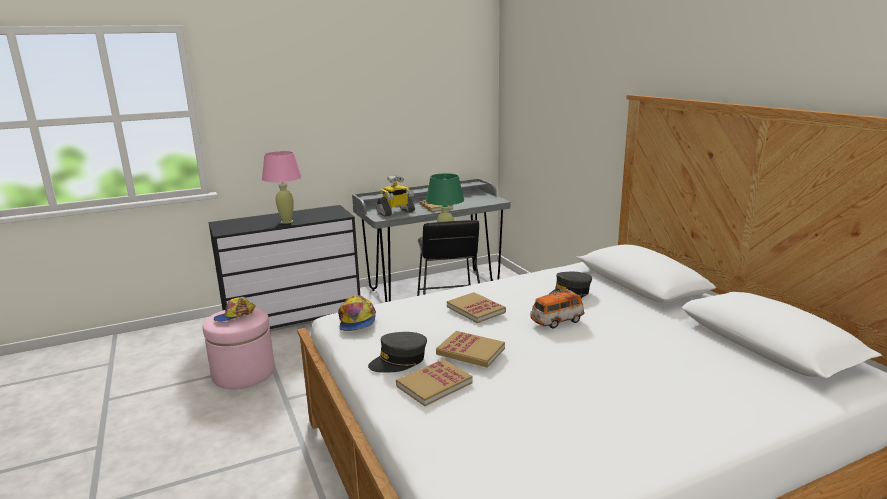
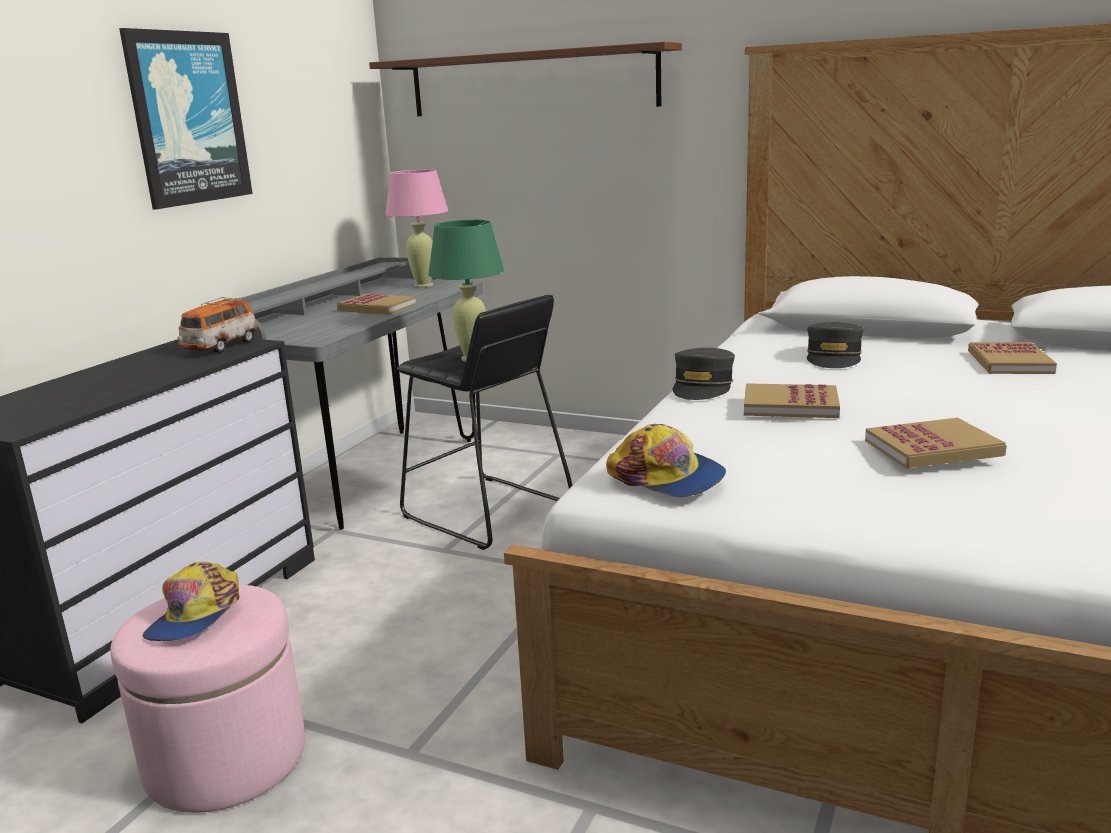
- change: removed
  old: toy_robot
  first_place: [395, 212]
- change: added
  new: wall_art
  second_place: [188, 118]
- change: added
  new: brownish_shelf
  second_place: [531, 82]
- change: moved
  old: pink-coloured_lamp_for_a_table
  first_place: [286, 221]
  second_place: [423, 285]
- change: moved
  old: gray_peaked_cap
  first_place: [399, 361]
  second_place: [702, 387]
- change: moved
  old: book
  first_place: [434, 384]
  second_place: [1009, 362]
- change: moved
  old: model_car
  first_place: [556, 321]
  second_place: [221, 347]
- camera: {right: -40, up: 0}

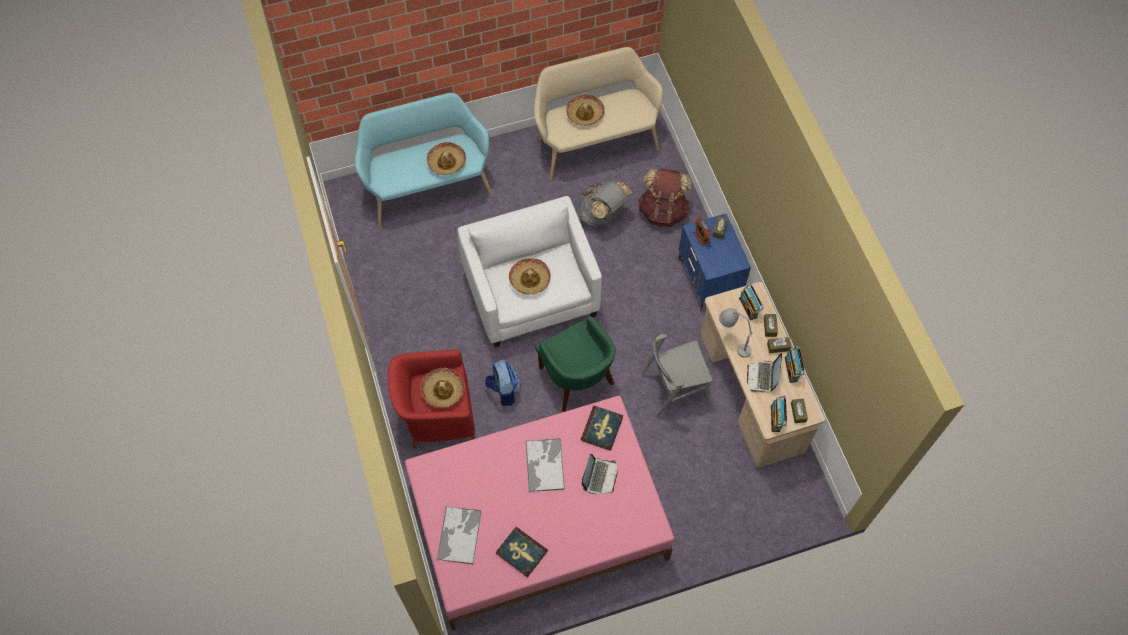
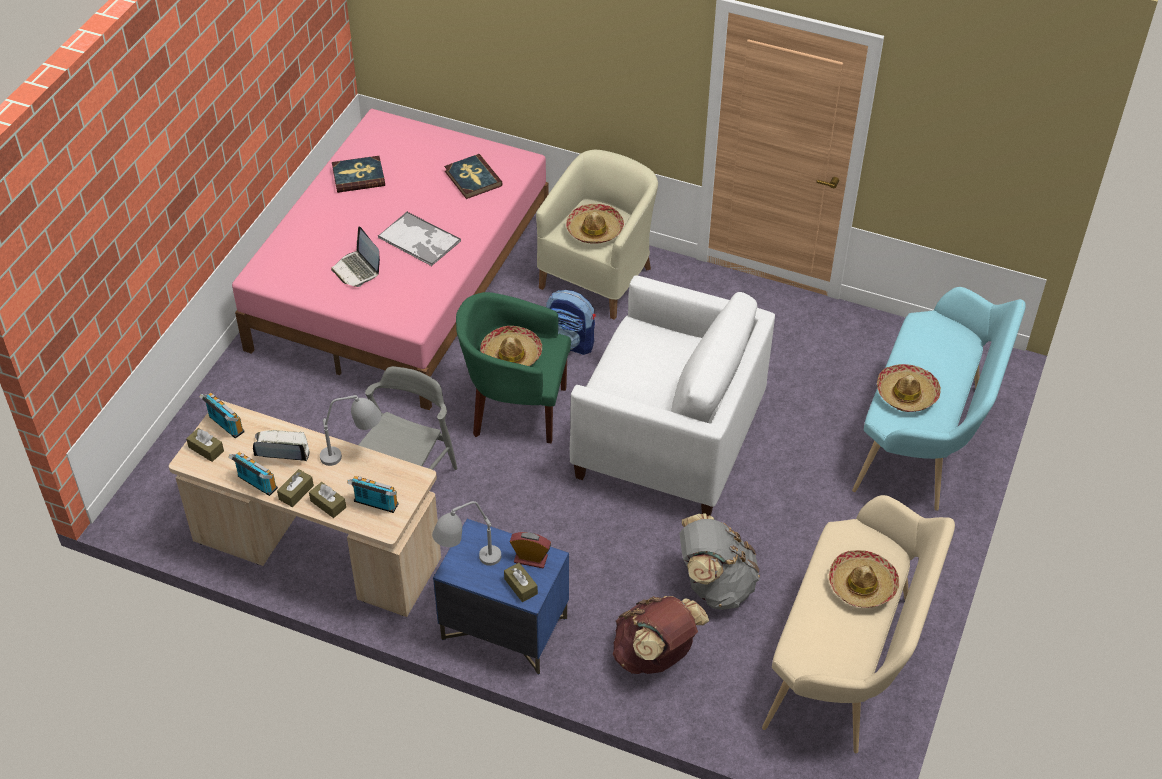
- change: removed
  old: serving_tray
  first_place: [459, 534]
- change: added
  new: gray_lamp_for_a_table
  second_place: [467, 564]
- change: moved
  old: clothing_hat
  first_place: [529, 279]
  second_place: [511, 355]
- change: moved
  old: book
  first_place: [602, 429]
  second_place: [472, 178]
- change: recoloured
  old: red-coloured_easy_chair
  new: beige_easy_chair
  first_place: [437, 416]
  second_place: [599, 277]
- change: turned
  old: laptop
  first_place: [762, 377]
  second_place: [282, 450]
  degrees: -45
- camera: {right: 130, up: -15}

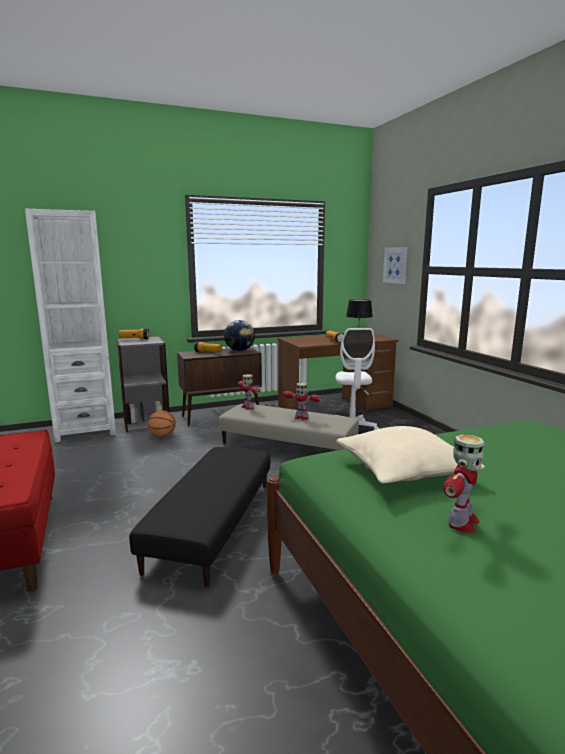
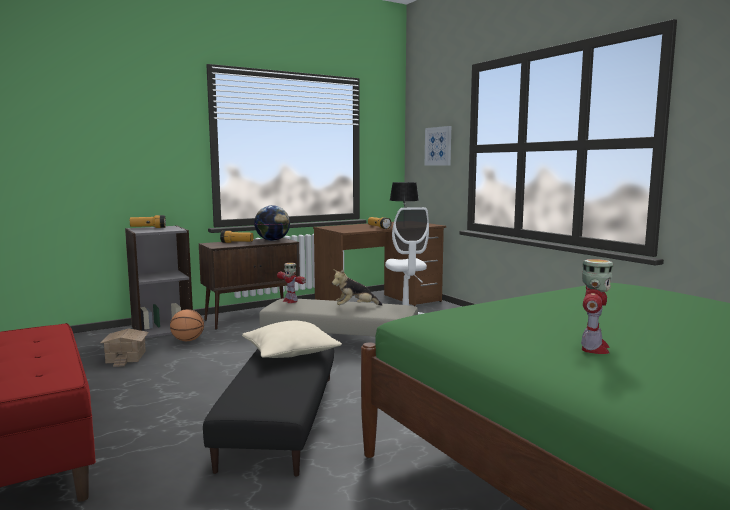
- change: removed
  old: whitish_bookcase
  first_place: [86, 430]
- change: added
  new: toy_house
  second_place: [125, 357]
- change: moved
  old: beige_throw_pillow
  first_place: [403, 471]
  second_place: [290, 353]
- change: replaced
  old: toy_robot
  new: cuddly_toy
  first_place: [301, 418]
  second_place: [355, 307]
- camera: {right: -10, up: -5}

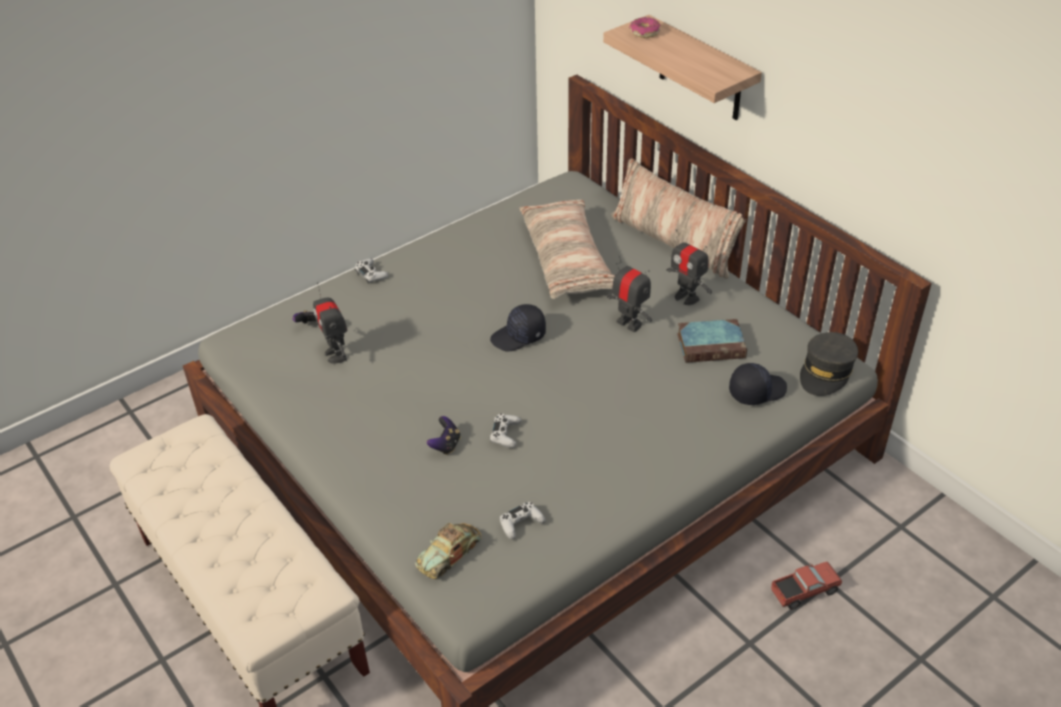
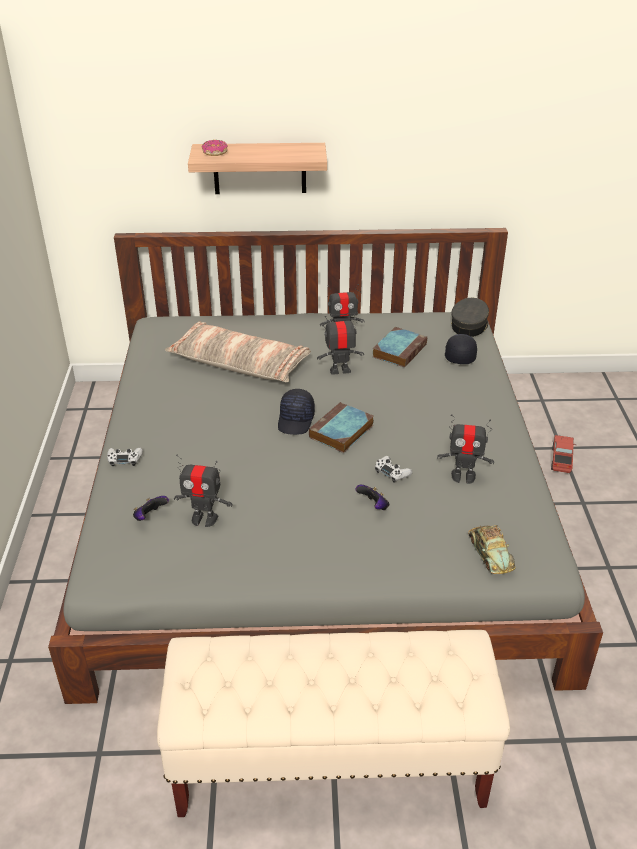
- change: removed
  old: whitish_joypad
  first_place: [521, 523]
- change: removed
  old: throw_pillow
  first_place: [674, 242]
- change: added
  new: book
  second_place: [341, 432]
- change: added
  new: toy_robot
  second_place: [463, 476]
- change: turned
  old: gray_peaked_cap
  first_place: [826, 372]
  second_place: [469, 325]
  degrees: -135
- camera: {right: -55, up: -5}

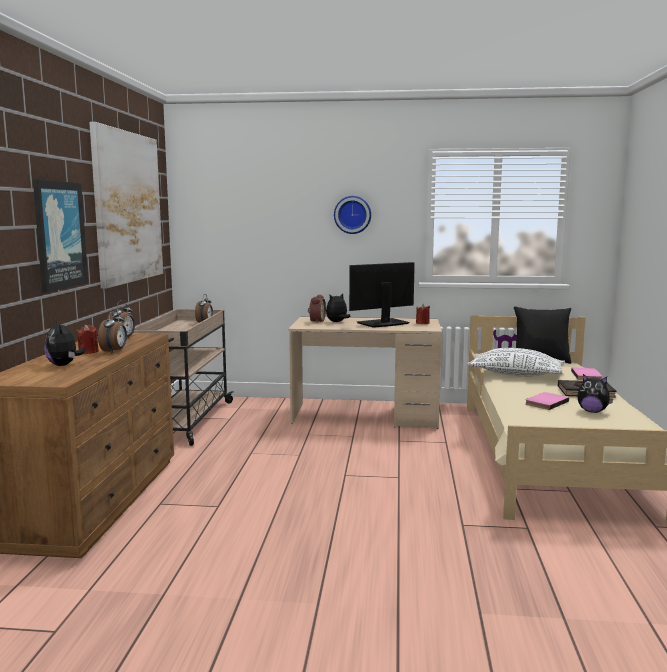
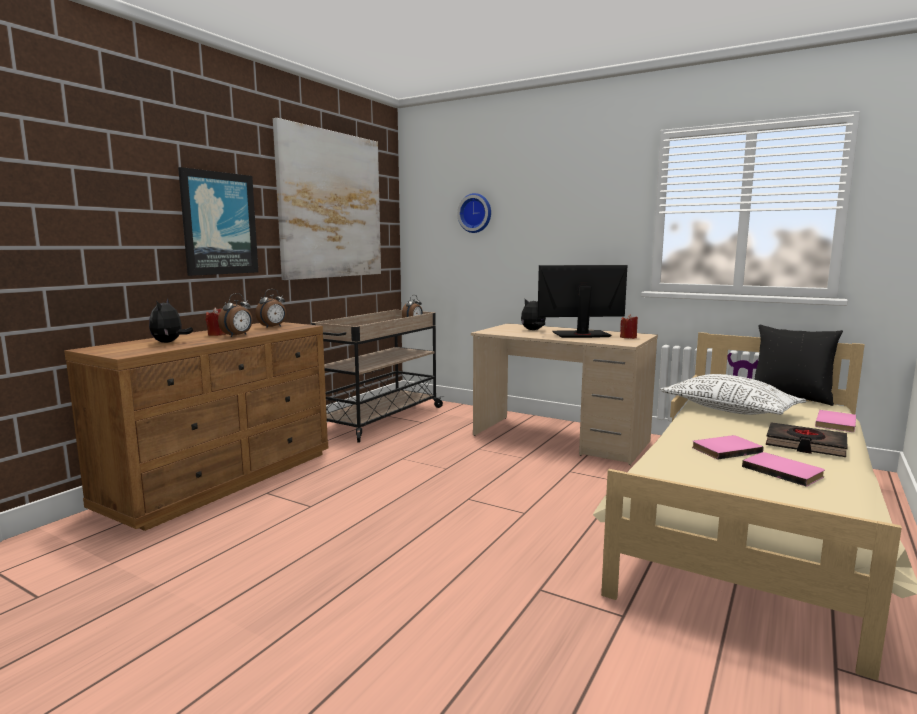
- change: removed
  old: alarm_clock
  first_place: [316, 321]
- change: moved
  old: clock_on_the_wall
  first_place: [352, 214]
  second_place: [475, 213]
- change: replaced
  old: cuddly_toy
  new: pink-coloured_book
  first_place: [592, 411]
  second_place: [783, 471]
- camera: {right: 25, up: 0}

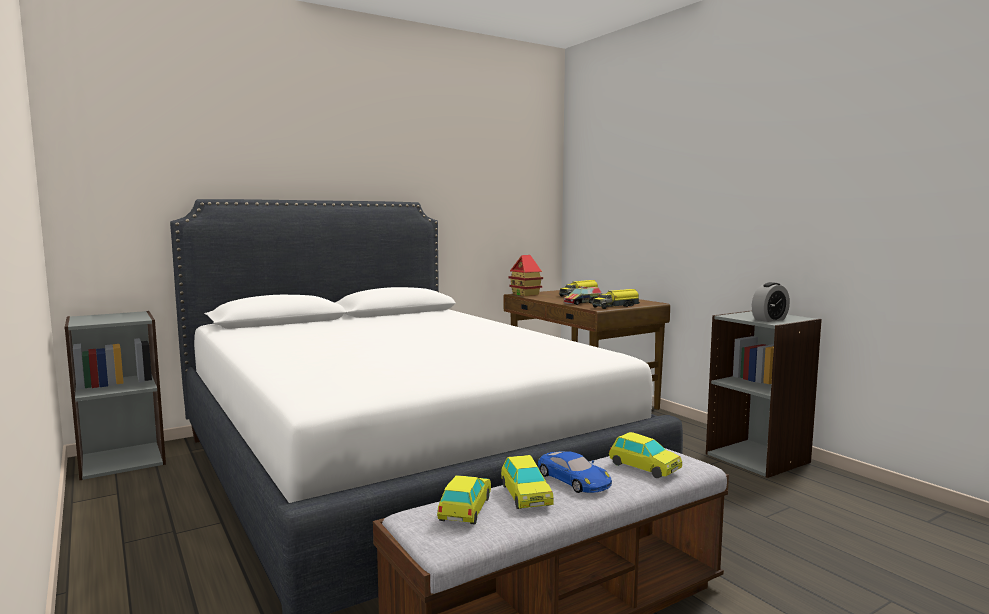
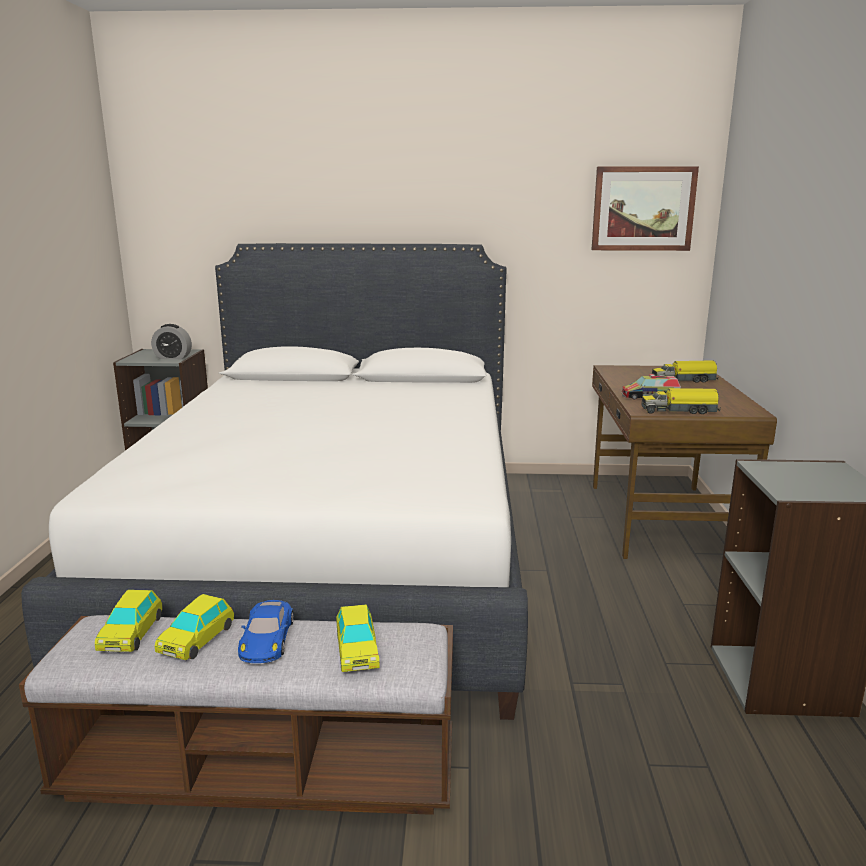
- change: removed
  old: toy_house
  first_place: [525, 294]
- change: added
  new: wall_art
  second_place: [643, 209]
- change: moved
  old: alarm_clock
  first_place: [769, 319]
  second_place: [173, 357]
- change: turned
  old: model_car
  first_place: [465, 509]
  second_place: [131, 634]
  degrees: 135
- camera: {right: 35, up: 10}

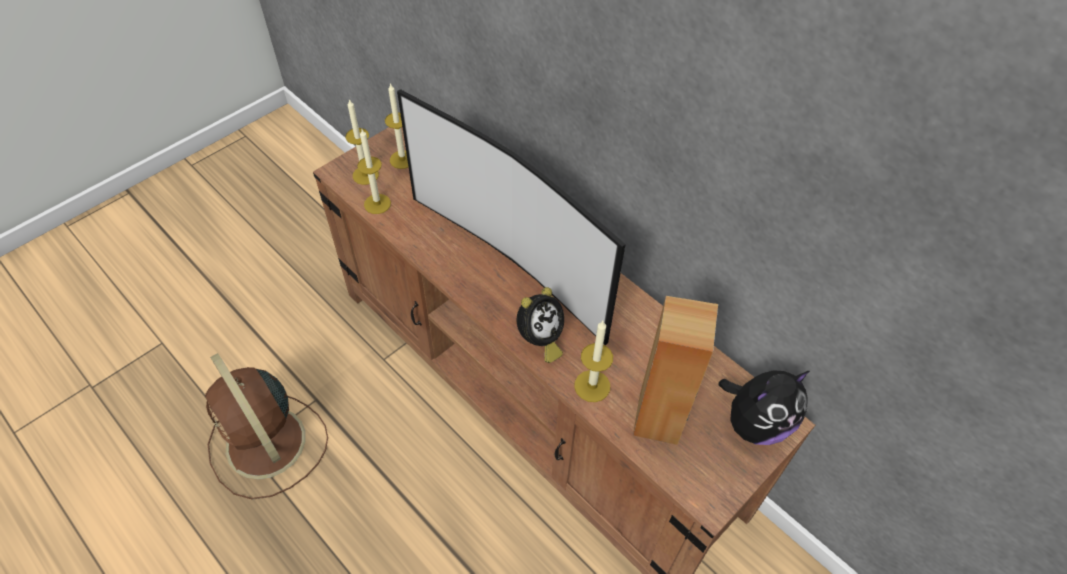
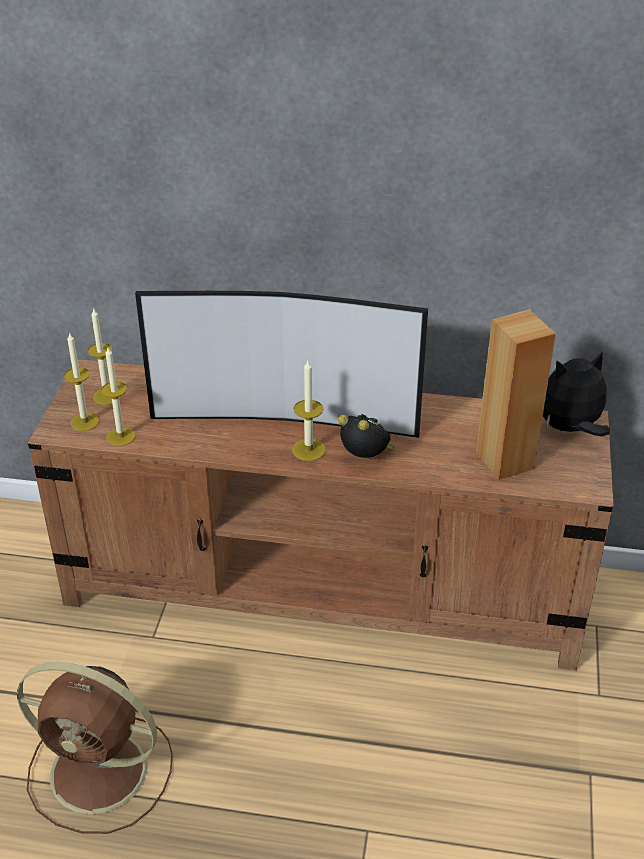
- change: moved
  old: wax_light
  first_place: [592, 386]
  second_place: [308, 450]
- change: turned
  old: alarm_clock
  first_place: [540, 340]
  second_place: [366, 459]
  degrees: -60
- change: turned
  old: cuddly_toy
  first_place: [755, 423]
  second_place: [570, 429]
  degrees: -135
- camera: {right: -35, up: -15}

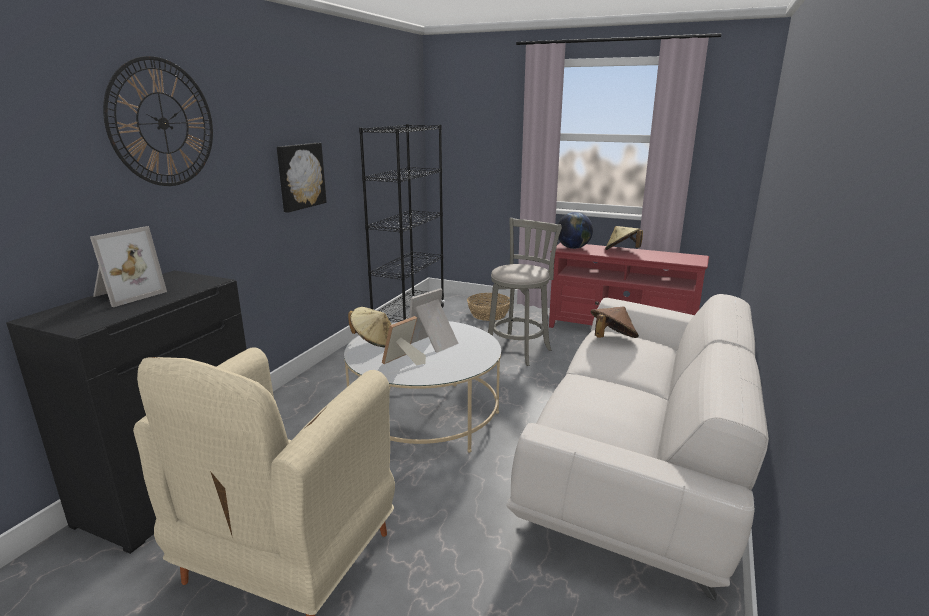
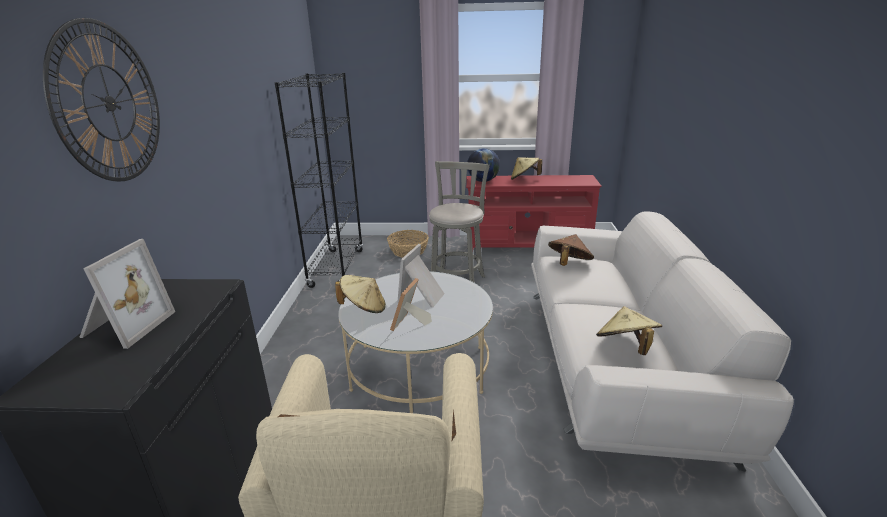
- change: removed
  old: wall_art
  first_place: [300, 176]
- change: added
  new: beige_clothing_hat
  second_place: [626, 347]
- camera: {right: -20, up: 5}

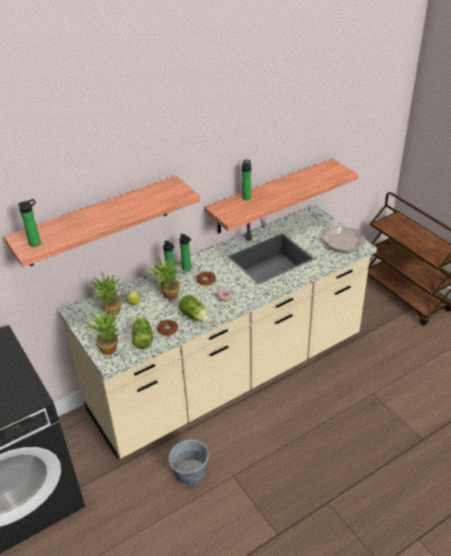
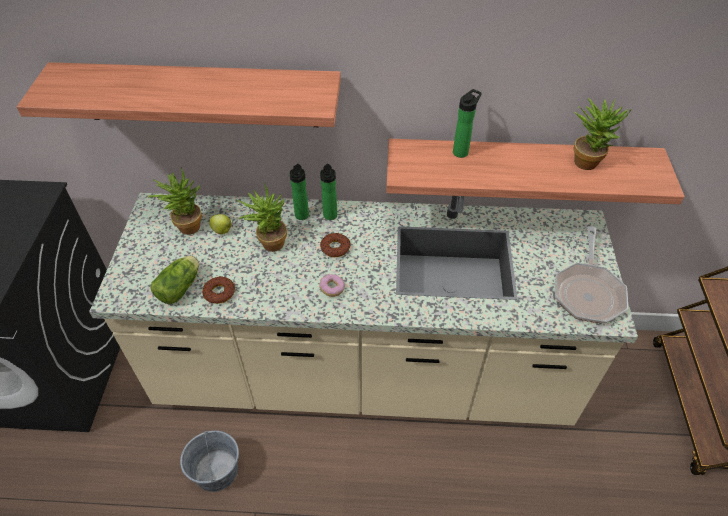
- change: removed
  old: bottle
  first_place: [37, 243]
- change: removed
  old: lettuce
  first_place: [195, 317]
- change: moved
  old: plant_in_a_pot
  first_place: [109, 347]
  second_place: [587, 160]
- camera: {right: 35, up: 10}

